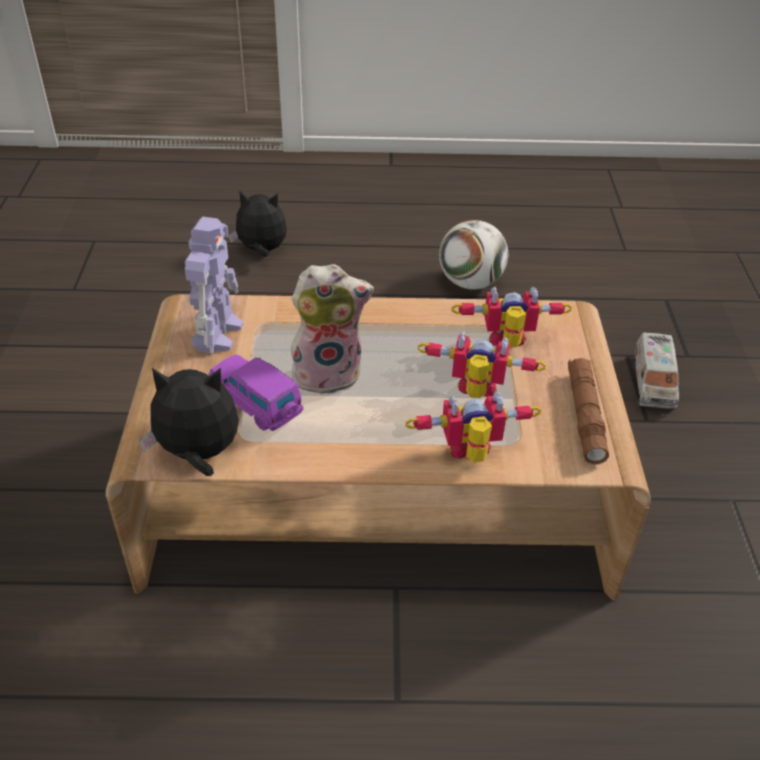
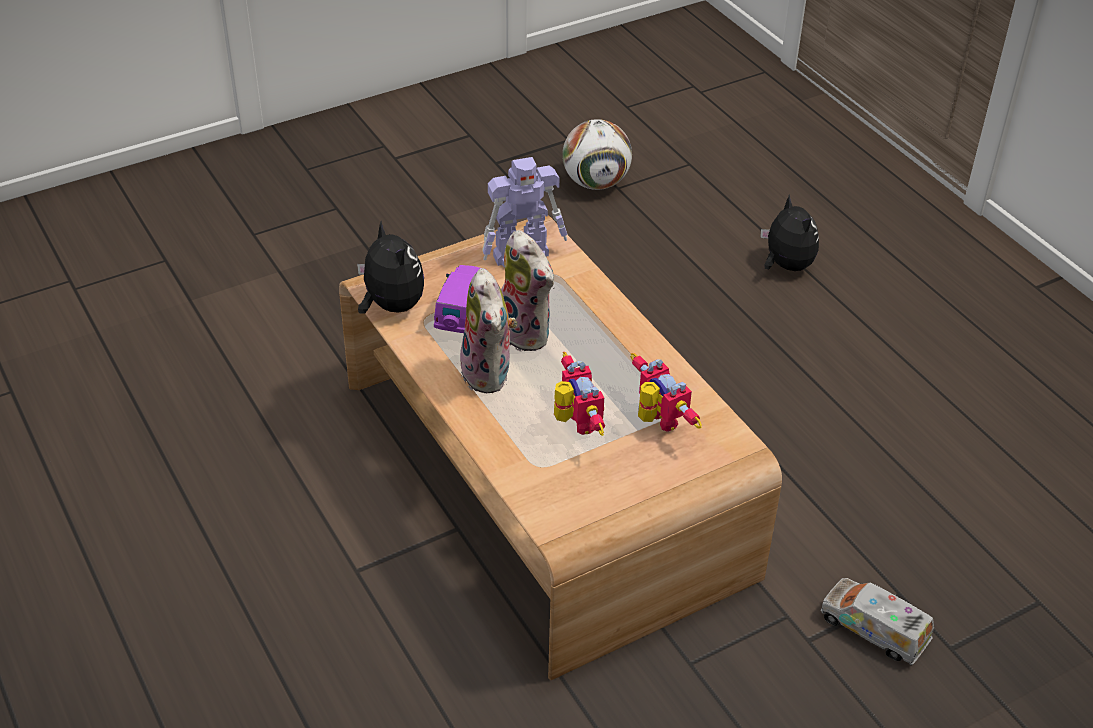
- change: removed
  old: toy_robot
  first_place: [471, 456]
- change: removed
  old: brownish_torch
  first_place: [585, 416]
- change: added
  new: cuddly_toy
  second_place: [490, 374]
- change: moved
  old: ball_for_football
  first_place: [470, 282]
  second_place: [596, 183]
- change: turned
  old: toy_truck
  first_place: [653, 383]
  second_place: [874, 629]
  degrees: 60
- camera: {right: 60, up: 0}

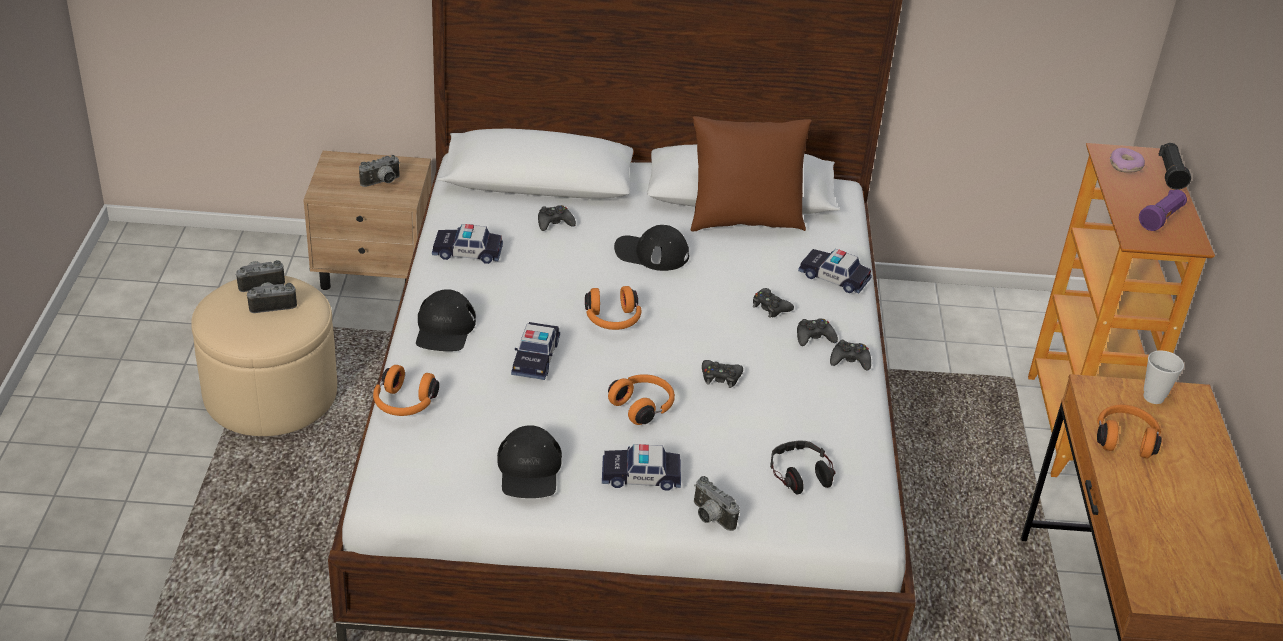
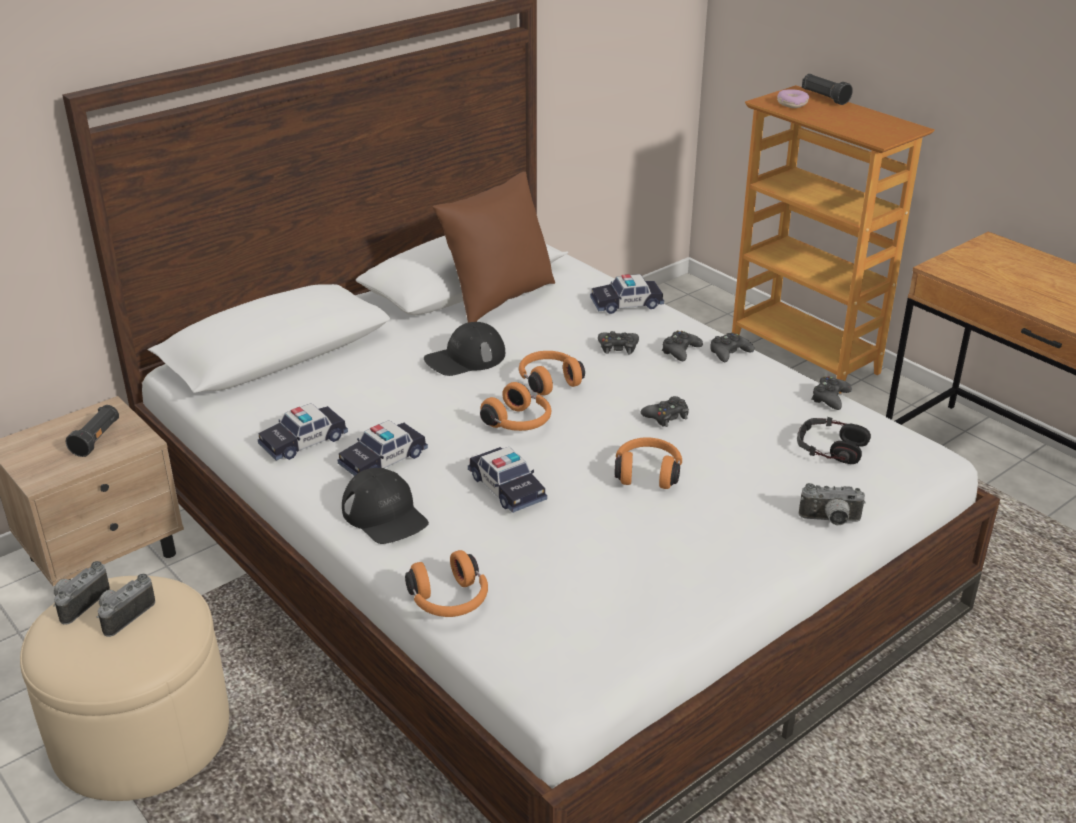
- change: removed
  old: blackish_peaked_cap
  first_place: [529, 470]
- change: removed
  old: purple_torch
  first_place: [1161, 218]
- change: removed
  old: cup
  first_place: [1153, 397]
- change: moved
  old: blackish_joypad
  first_place: [554, 223]
  second_place: [830, 398]
- change: moved
  old: model_car
  first_place: [641, 476]
  second_place: [383, 459]
- change: moved
  old: orangey_headphones
  first_place: [1125, 439]
  second_place: [548, 381]
- change: replaced
  old: photo_camera
  new: blackish_torch
  first_place: [382, 183]
  second_place: [97, 439]
- camera: {right: -40, up: -5}

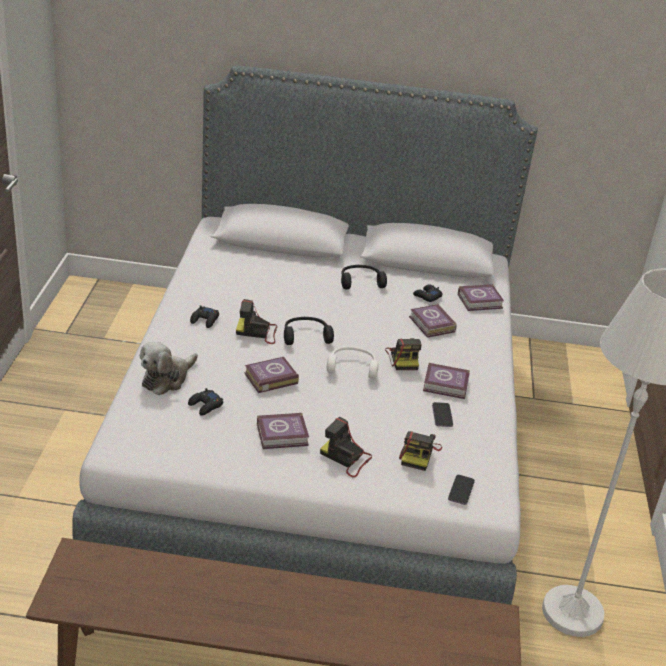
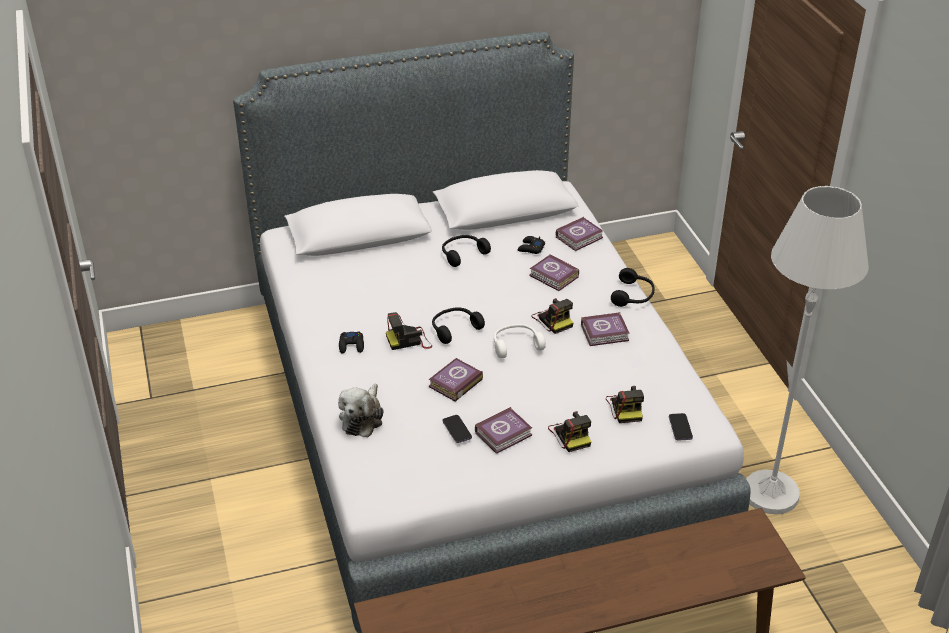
- change: removed
  old: blackish_joypad
  first_place: [205, 406]
- change: added
  new: blackish_headphones
  second_place: [633, 296]
- change: moved
  old: handset
  first_place: [442, 416]
  second_place: [457, 430]
- change: turned
  old: photo_camera
  first_place: [346, 458]
  second_place: [570, 435]
  degrees: -120
- camera: {right: -20, up: 5}

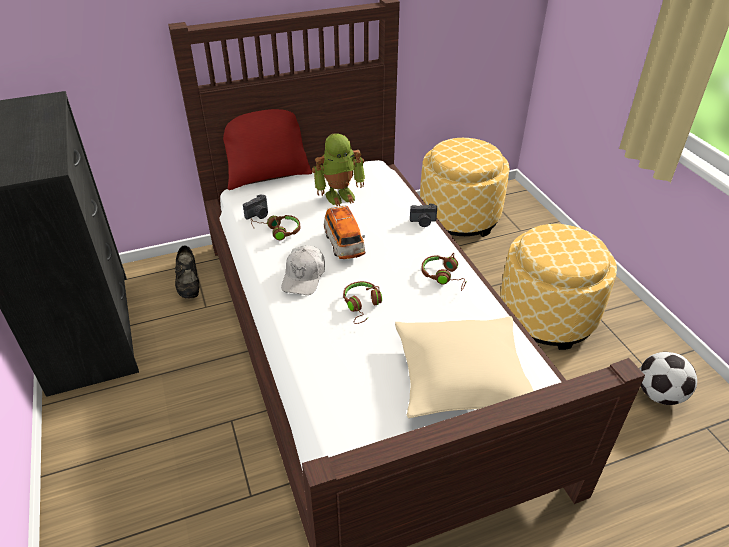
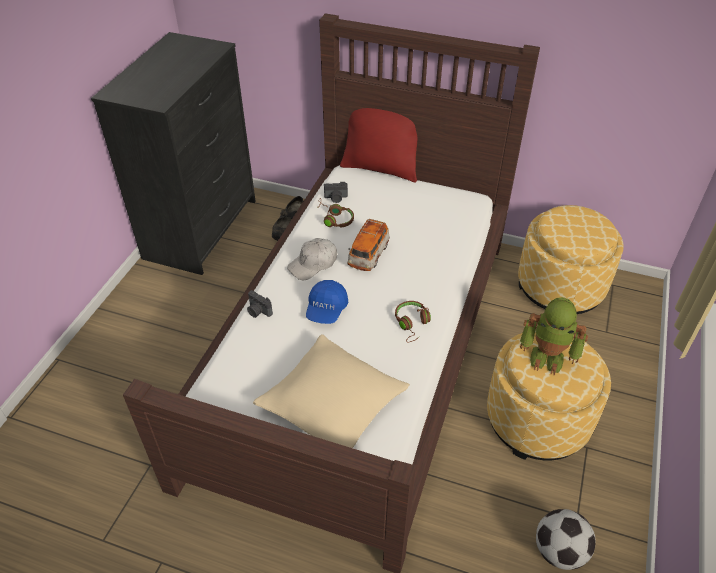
- change: moved
  old: toy_robot
  first_place: [339, 195]
  second_place: [547, 357]
- change: moved
  old: photo_camera
  first_place: [423, 222]
  second_place: [258, 311]
- change: replaced
  old: brownish_headphones
  new: blue-coloured_peaked_cap
  first_place: [362, 306]
  second_place: [326, 310]
- camera: {right: 40, up: 5}

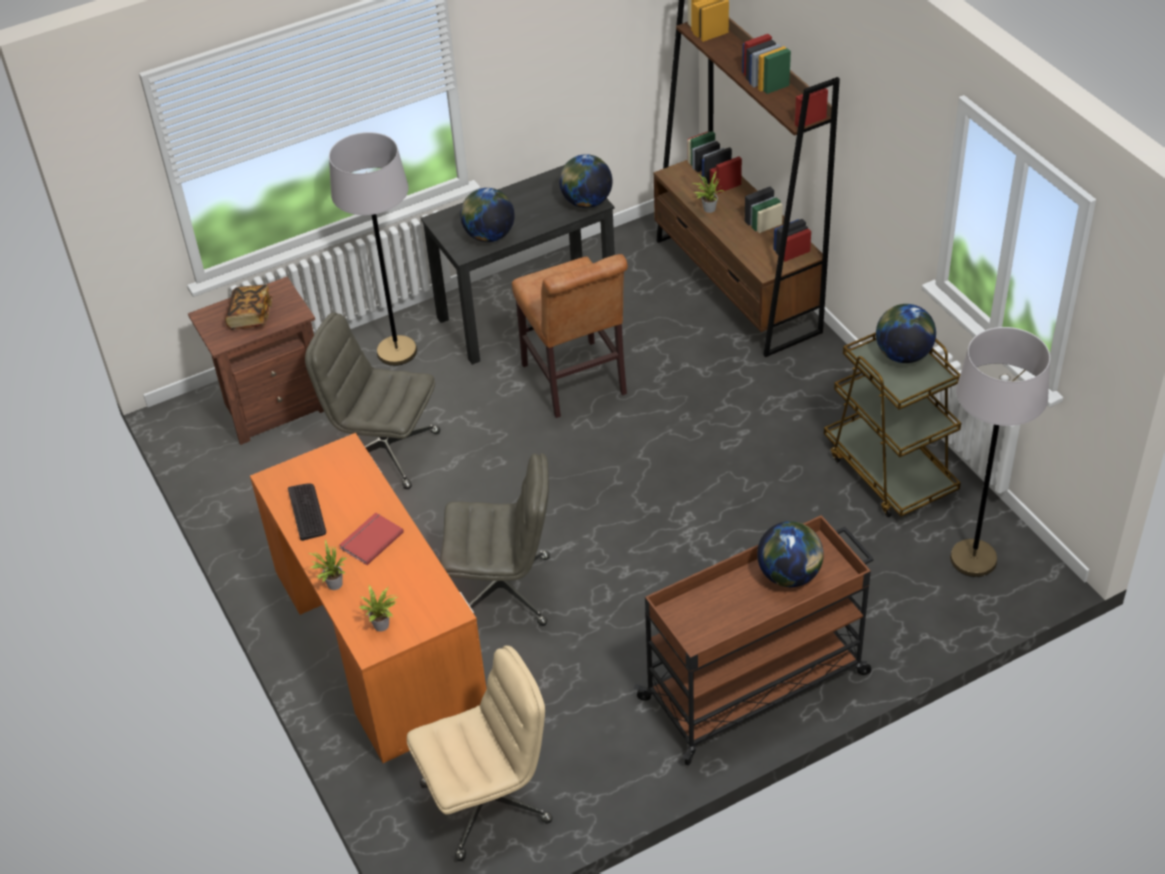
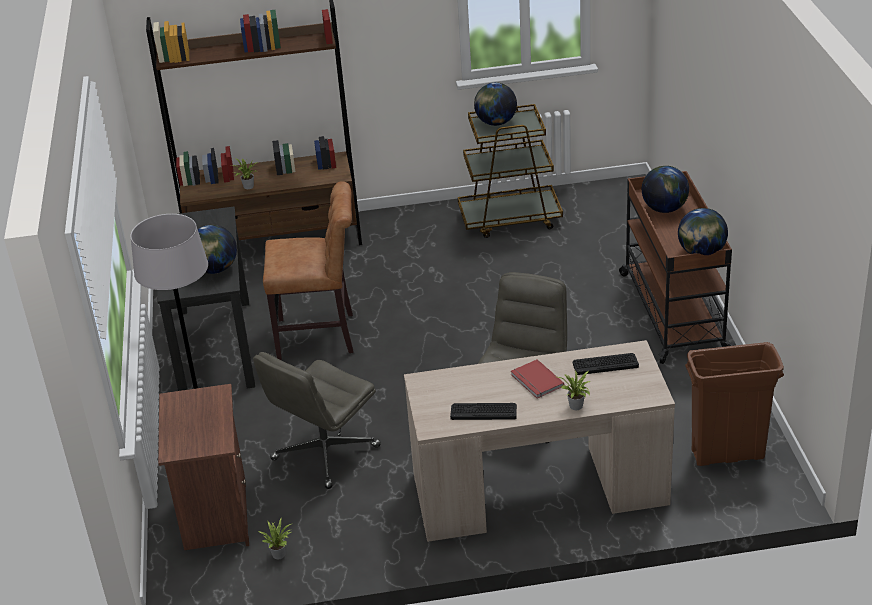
- change: removed
  old: book
  first_place: [250, 316]
- change: removed
  old: gray_standard_lamp
  first_place: [973, 559]
- change: added
  new: computer_keyboard
  second_place: [605, 364]
- change: moved
  old: plant_in_a_pot
  first_place: [383, 625]
  second_place: [280, 553]
- change: moved
  old: world_globe
  first_place: [586, 202]
  second_place: [701, 253]
- change: replaced
  old: beige_computer_chair
  new: brownish_waste_bin
  first_place: [487, 802]
  second_place: [728, 454]
- change: recoloured
  old: orangey_desk_unit
  new: beige_desk_unit
  first_place: [379, 638]
  second_place: [538, 488]
- camera: {right: -70, up: -10}

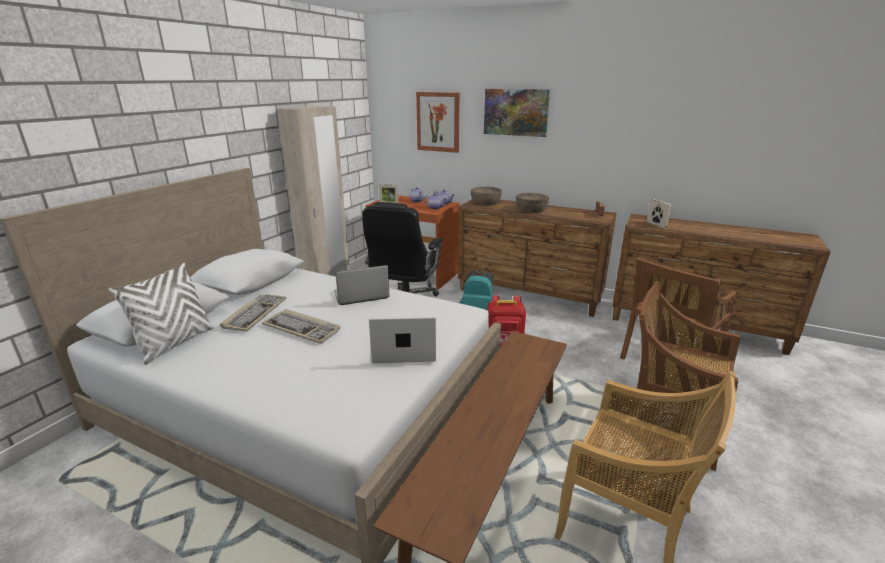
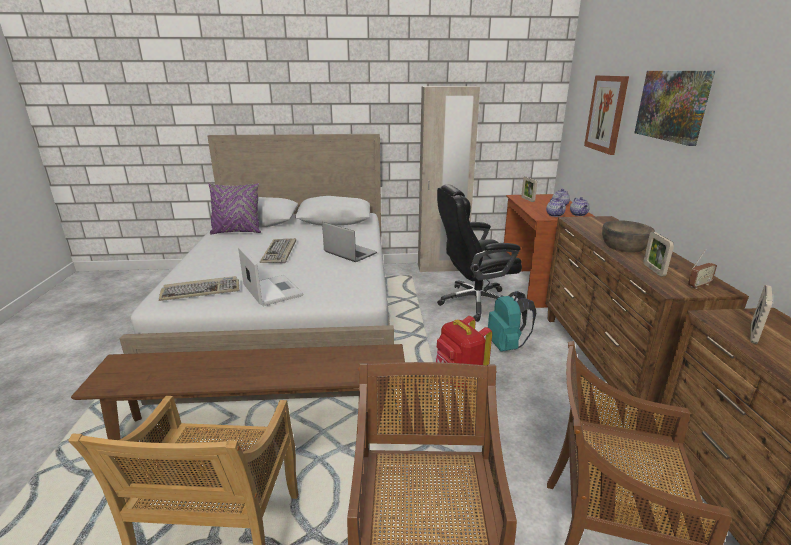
- change: removed
  old: brownish_bowl
  first_place: [485, 202]
- change: added
  new: photo_frame
  second_place: [653, 270]
- change: moved
  old: computer_keyboard
  first_place: [254, 314]
  second_place: [201, 291]
- change: recoloured
  old: whitish_throw_pillow
  new: purple_throw_pillow
  first_place: [175, 343]
  second_place: [237, 232]
- camera: {right: 60, up: 0}

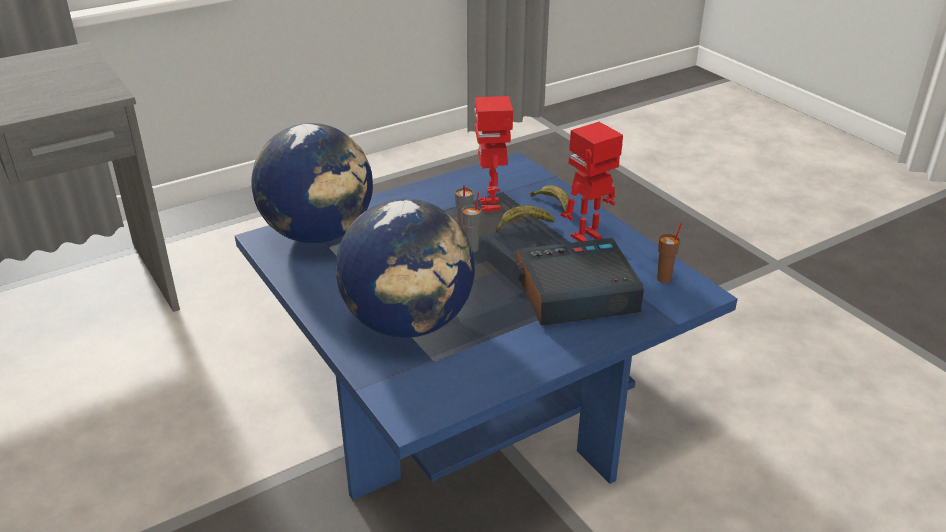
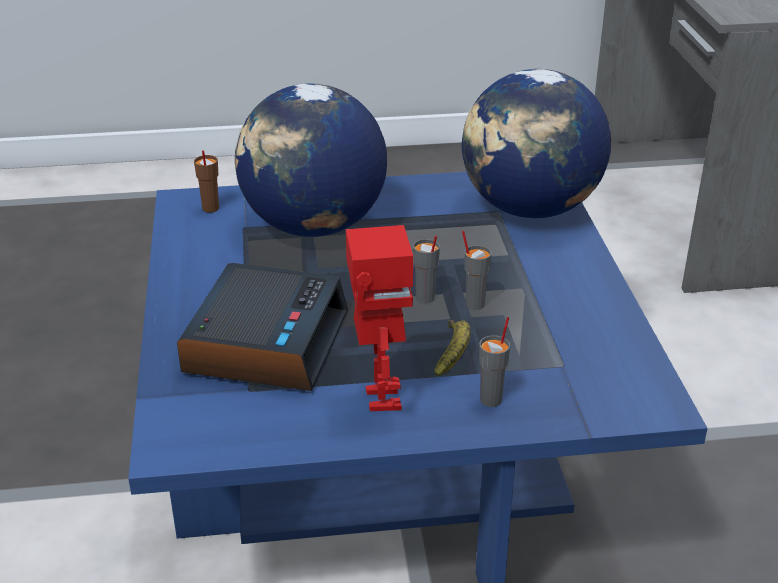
- change: removed
  old: toy_robot
  first_place: [491, 205]
- change: moved
  old: brownish_cup
  first_place: [664, 278]
  second_place: [210, 208]
- change: replaced
  old: banana_fruit
  new: gray_cup
  first_place: [553, 205]
  second_place: [491, 400]
- camera: {right: 115, up: 0}

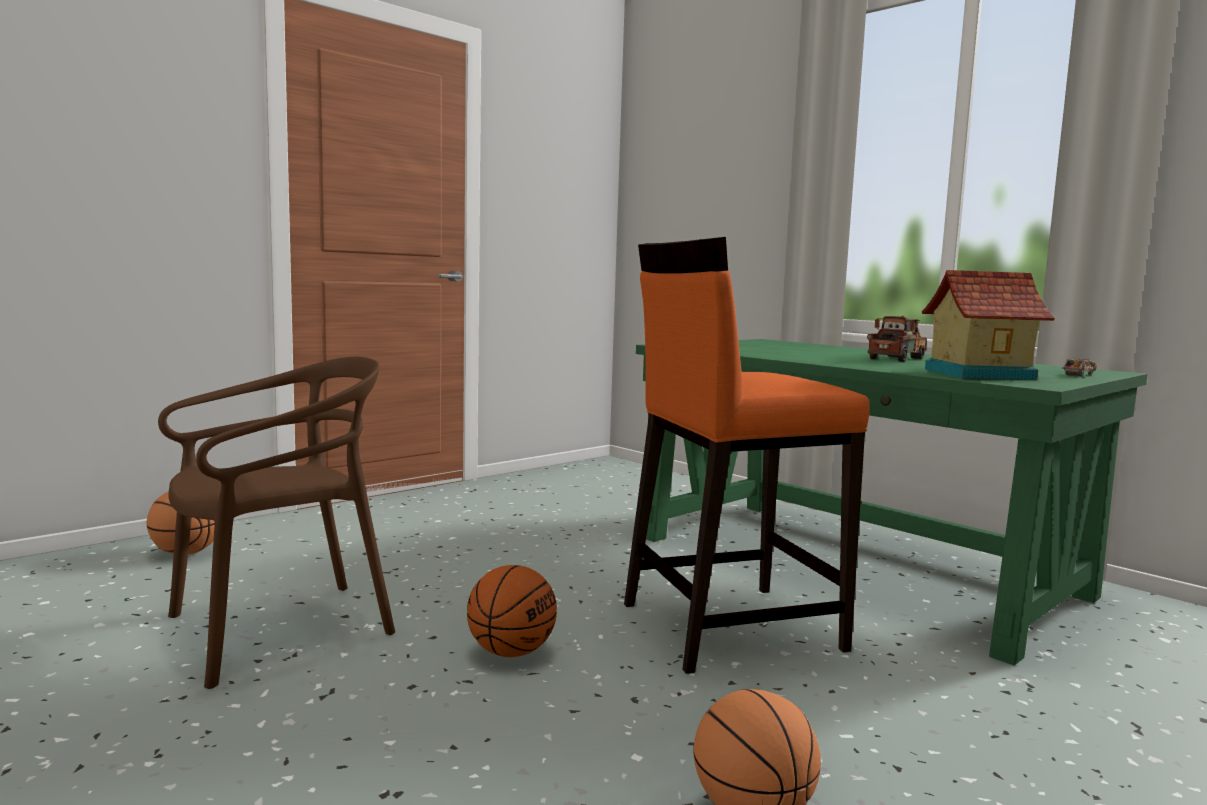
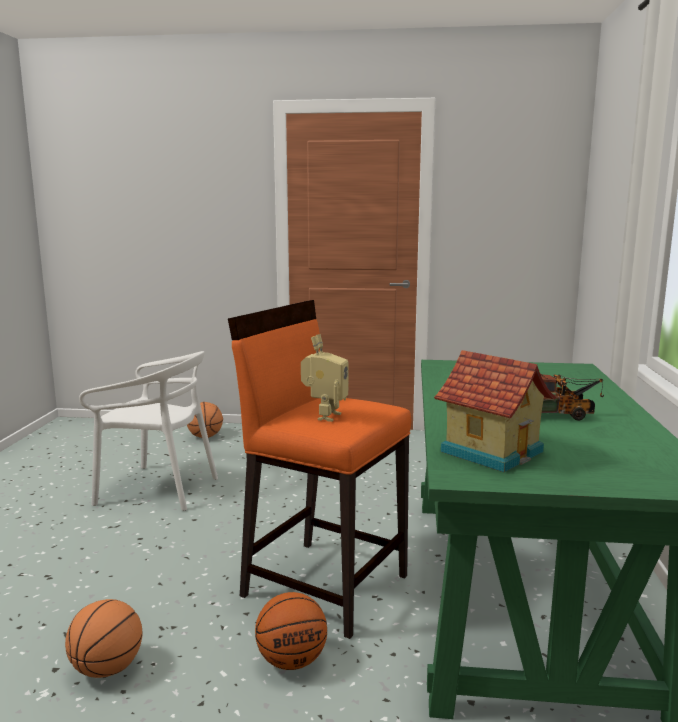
- change: removed
  old: model_car
  first_place: [1079, 374]
- change: added
  new: toy_robot
  second_place: [324, 416]
- change: moved
  old: basketball_ball
  first_place: [511, 652]
  second_place: [291, 661]
- change: recoloured
  old: brownish_chair
  new: whitish_chair
  first_place: [278, 629]
  second_place: [158, 489]
- camera: {right: 50, up: 5}

